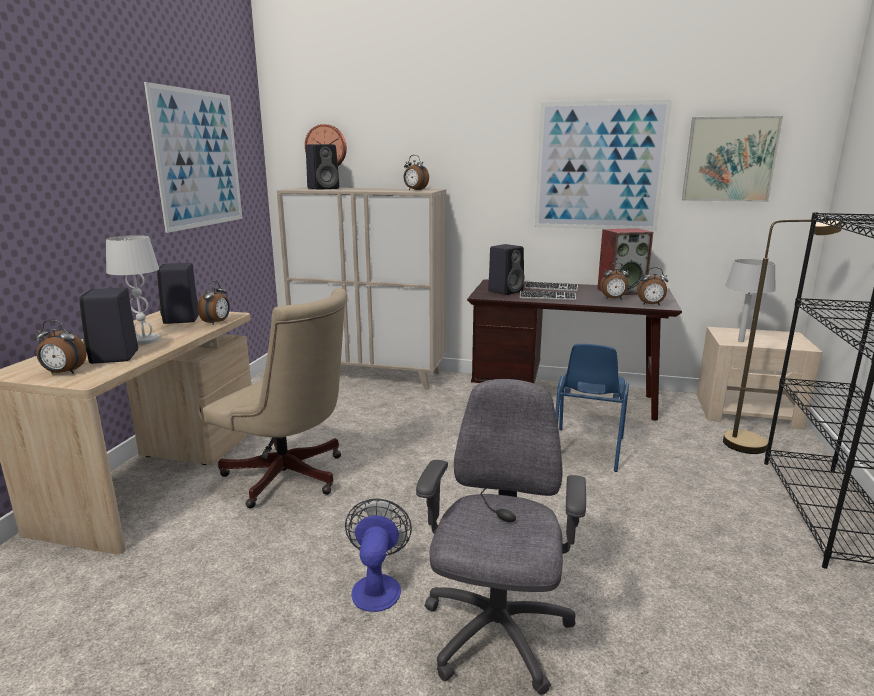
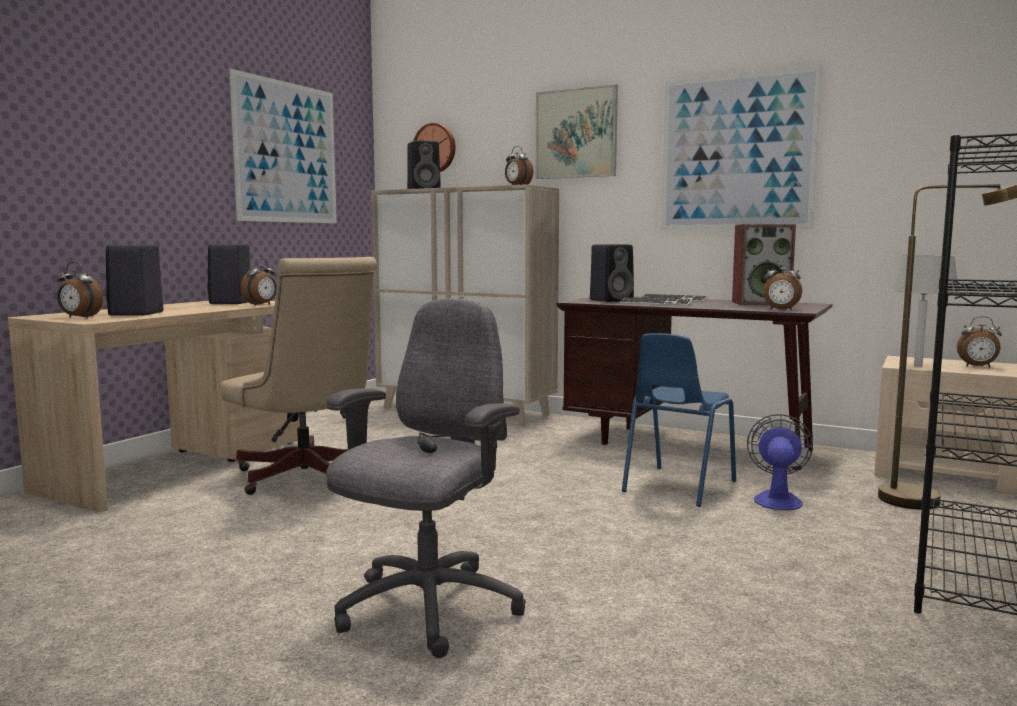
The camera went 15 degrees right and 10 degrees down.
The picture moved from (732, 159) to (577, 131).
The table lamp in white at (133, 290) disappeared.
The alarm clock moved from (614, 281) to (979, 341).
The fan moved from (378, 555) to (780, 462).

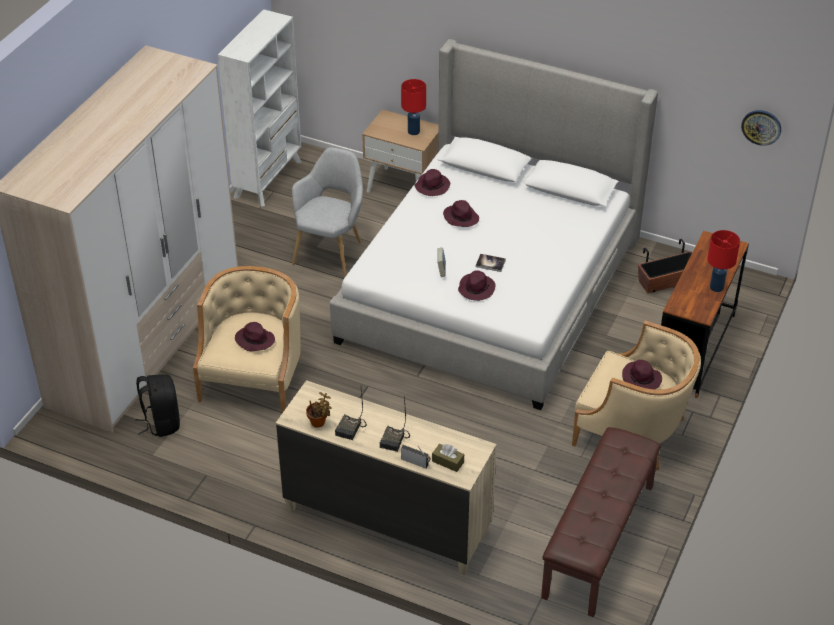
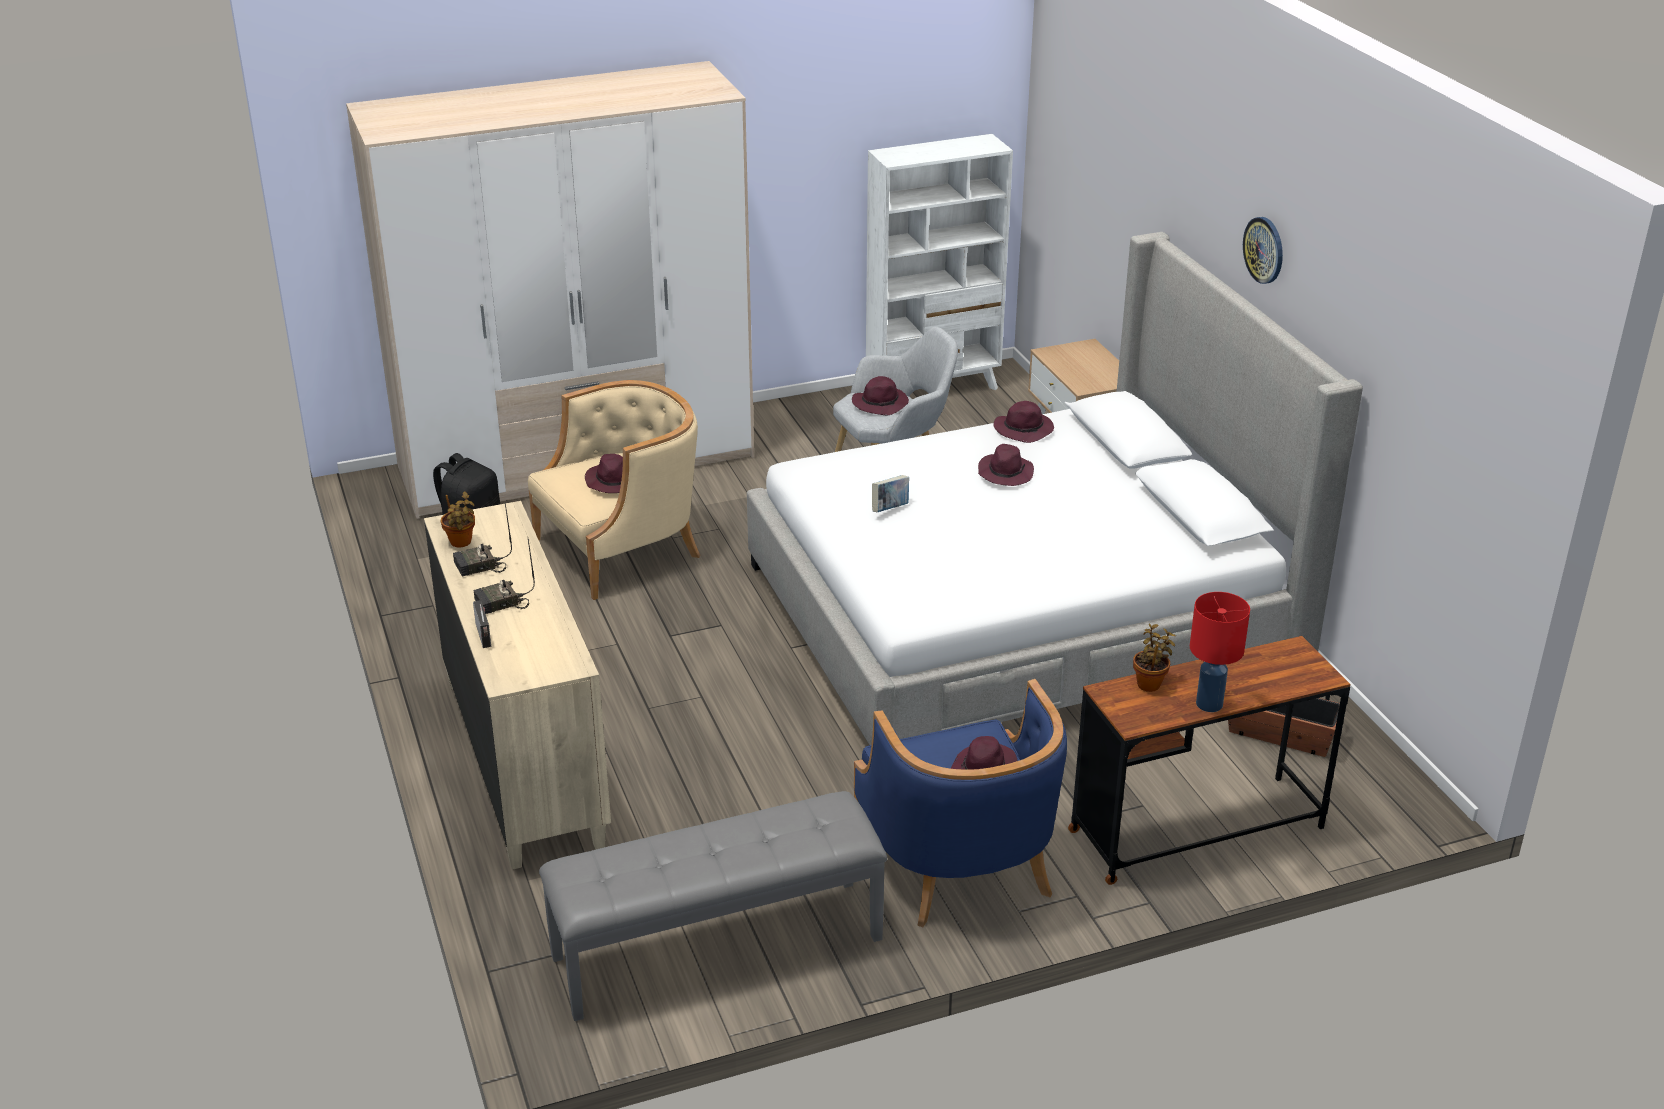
The camera went 45 degrees right and 10 degrees down.
The table lamp in red at (413, 107) disappeared.
The wall clock moved from (761, 128) to (1263, 250).
The book at (491, 263) disappeared.
The hat in purple moved from (476, 285) to (880, 395).
The armchair in beige at (636, 395) became the armchair in blue at (960, 803).
The bench in brown at (601, 522) became the bench in grey at (713, 906).
The tissue box in brown at (448, 458) disappeared.
The potted plant at (1154, 657) appeared.

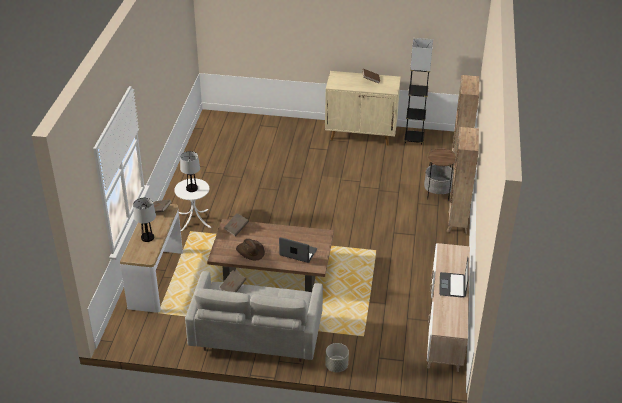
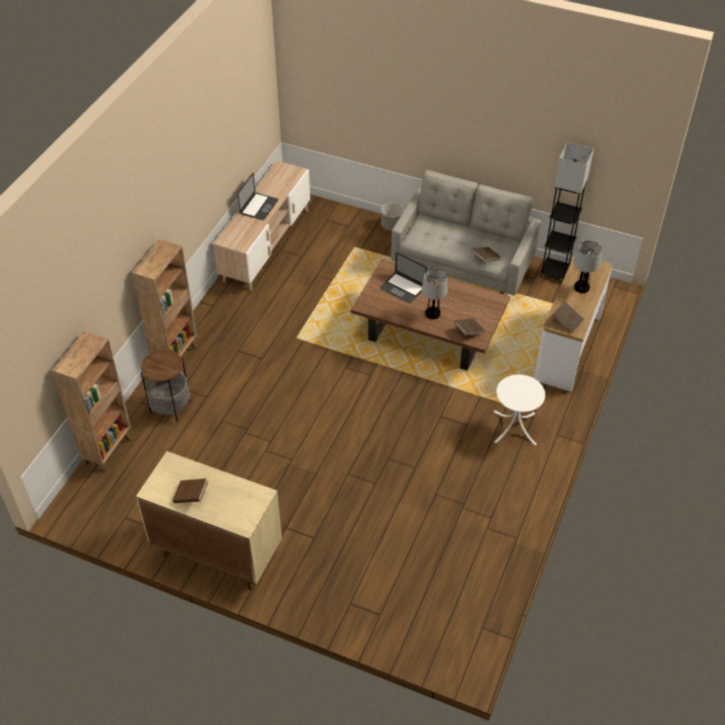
The camera went 165 degrees left and 10 degrees up.
The floor lamp in grey moved from (418, 91) to (567, 212).
The table lamp moved from (190, 171) to (435, 294).
The hat in brown at (250, 250) disappeared.

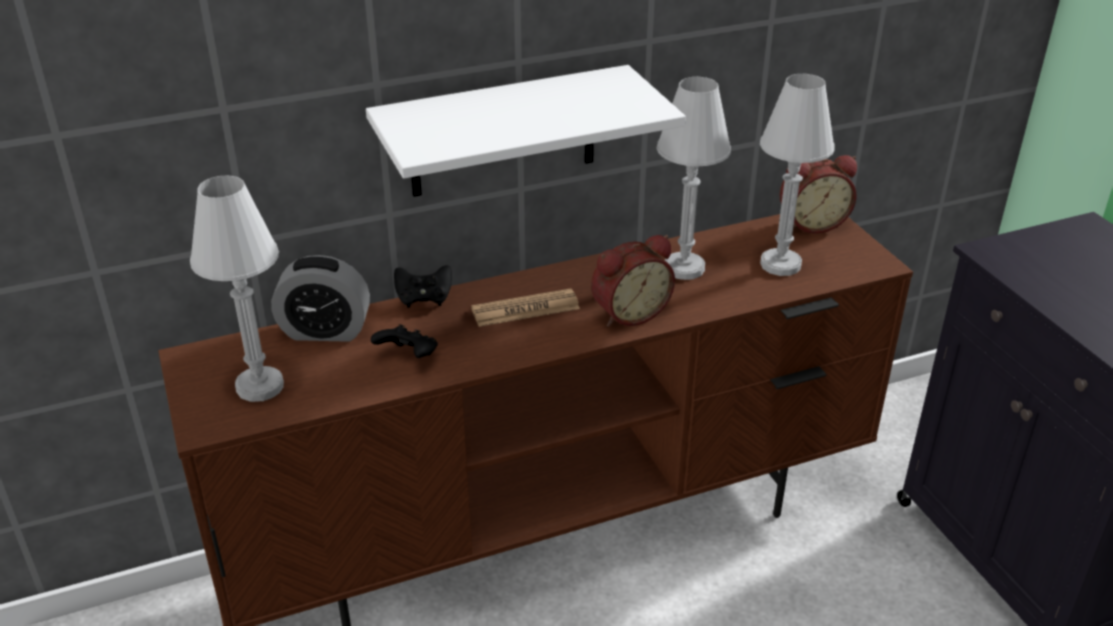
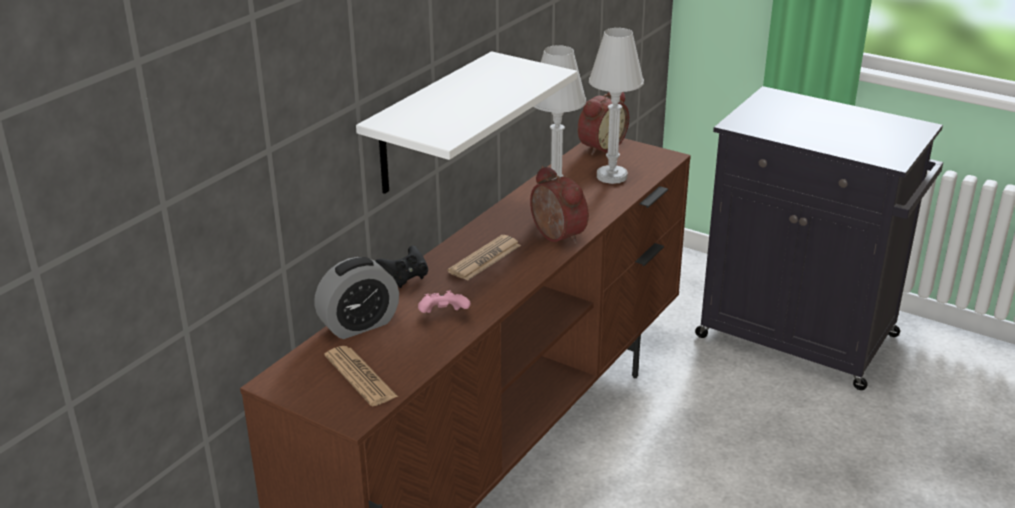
The camera went 35 degrees left and 5 degrees down.
The table lamp in white at (237, 289) was replaced by the newspaper at (361, 376).
The alarm clock at (633, 281) turned 60 degrees counterclockwise.
The game controller in black at (404, 341) became the game controller in pink at (444, 302).

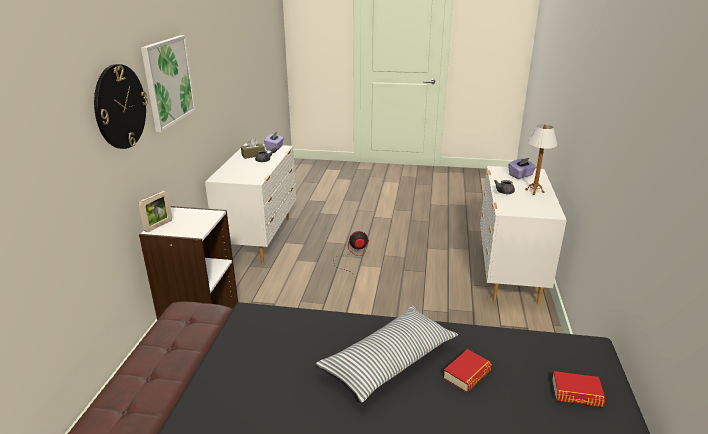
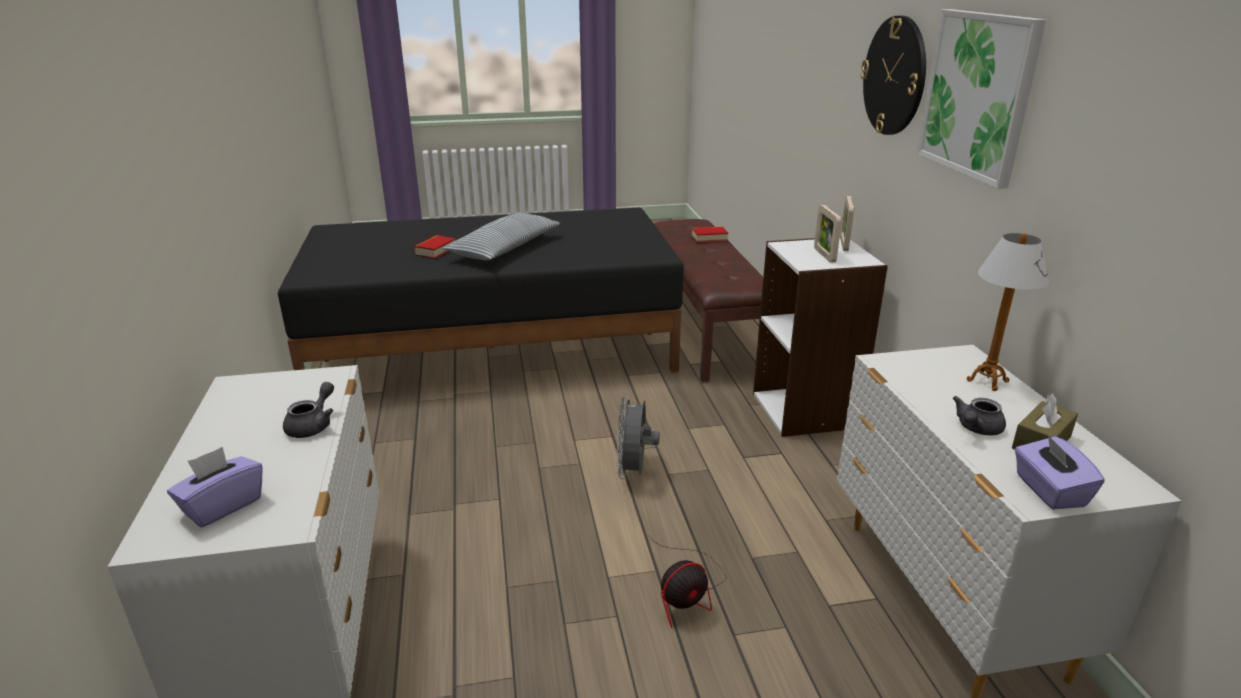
The camera went 160 degrees right and 0 degrees up.
The table lamp moved from (541, 159) to (1008, 312).
The book moved from (578, 389) to (710, 235).
The picture frame at (828, 234) appeared.
The fan in grey at (638, 436) appeared.

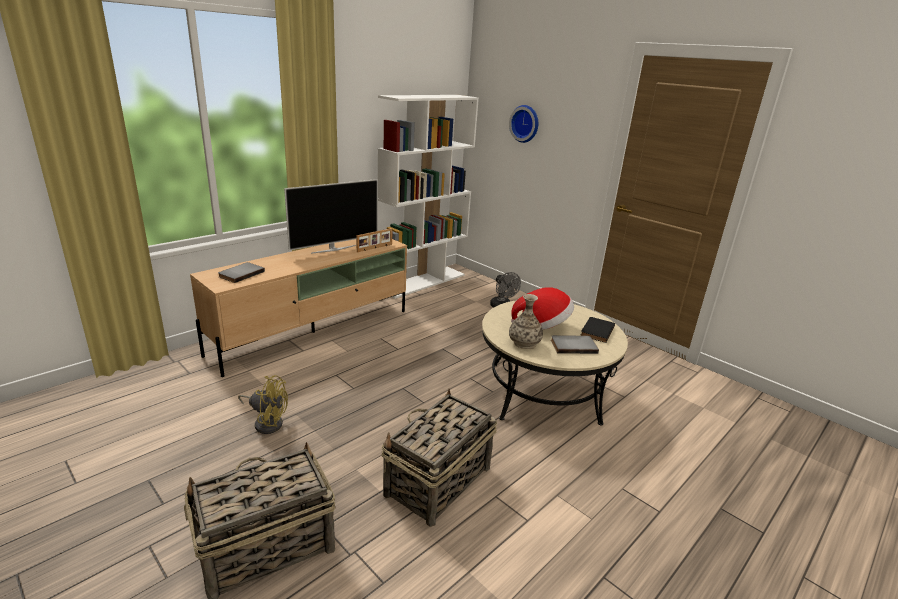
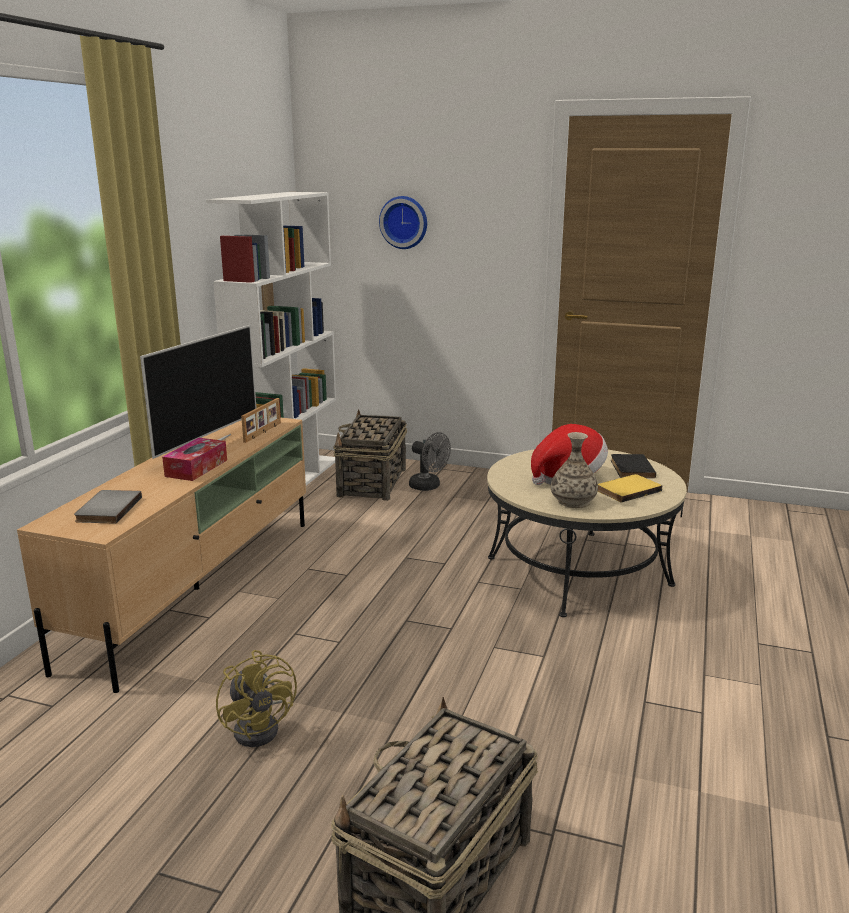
The camera went 25 degrees left and 5 degrees down.
The book in grey at (575, 344) became the book in yellow at (630, 488).
The fan in yellow at (263, 404) turned 75 degrees clockwise.
The basket moved from (439, 458) to (370, 455).
The tissue box at (194, 459) appeared.

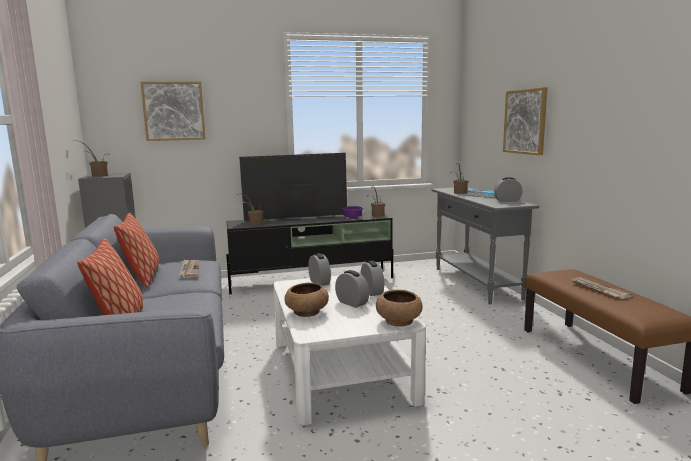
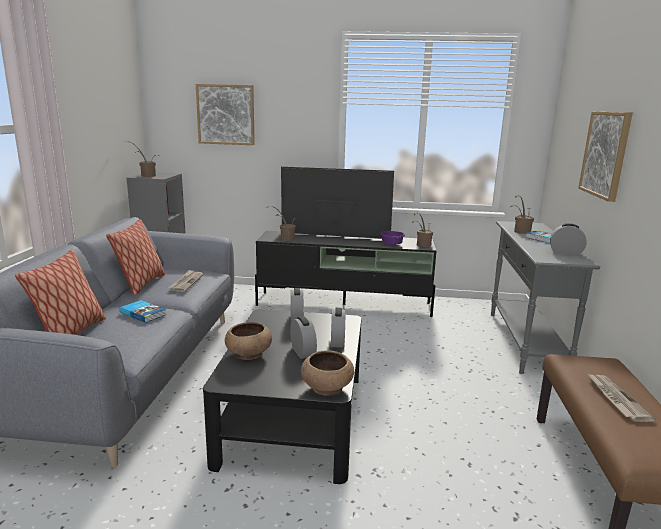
The camera went 20 degrees right and 5 degrees up.
The coffee table in white at (349, 349) became the coffee table in black at (282, 396).
The book at (143, 311) appeared.

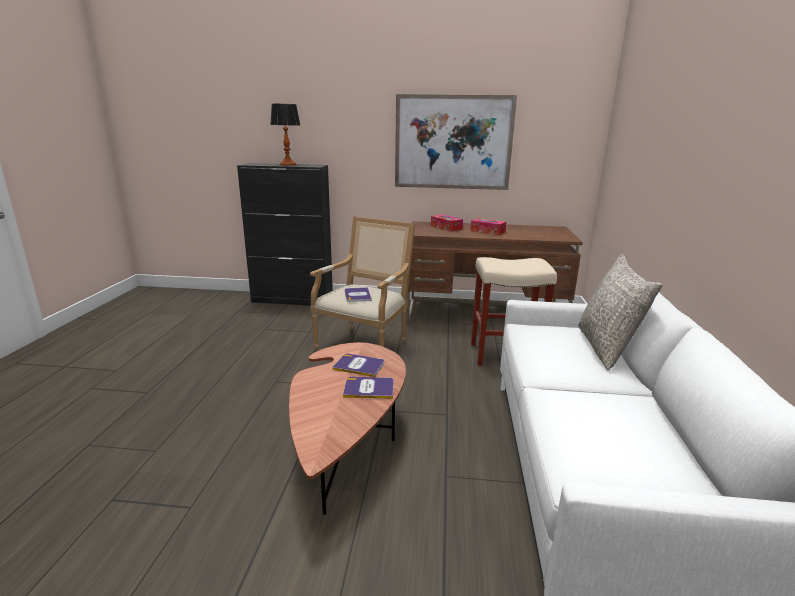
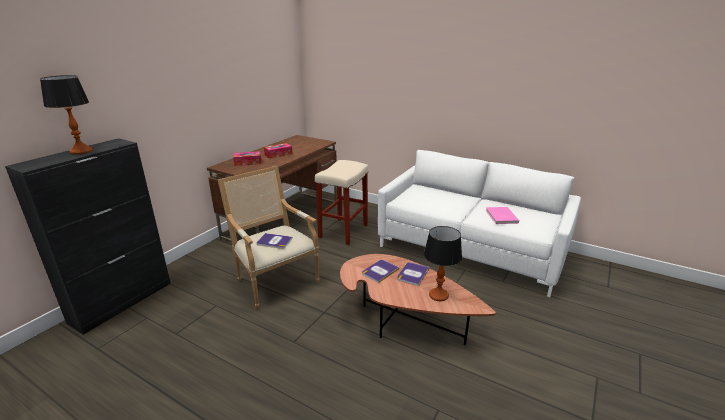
The camera went 65 degrees left and 5 degrees up.
The picture at (456, 142) disappeared.
The pillow in grey at (620, 312) disappeared.
The book in pink at (502, 215) appeared.
The table lamp at (443, 263) appeared.

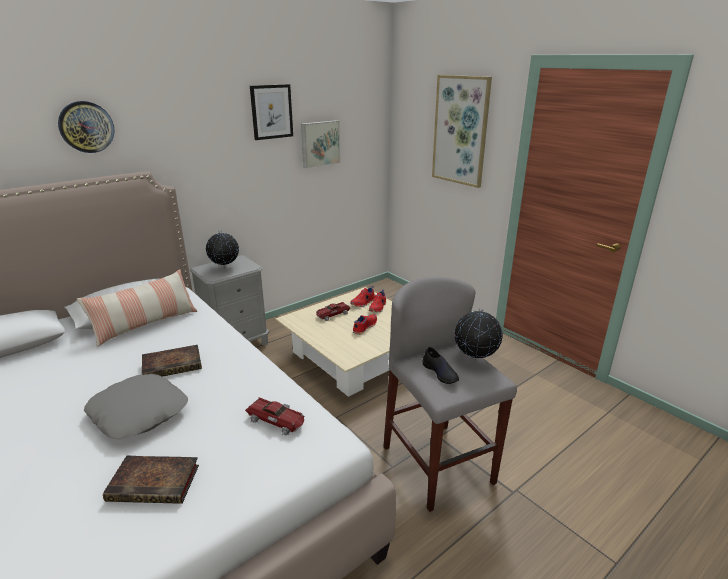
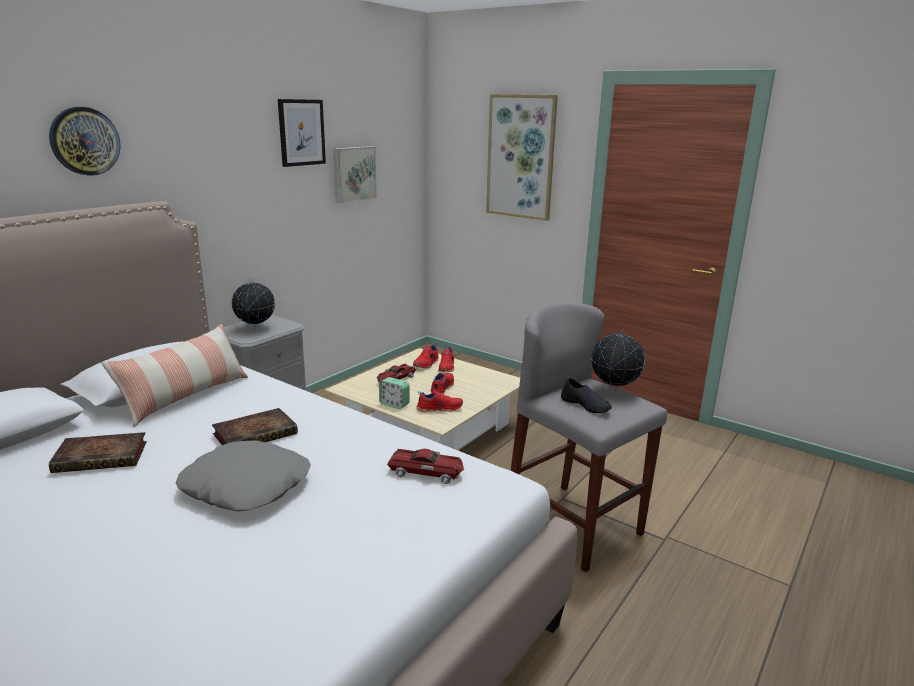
The camera went 15 degrees left and 5 degrees down.
The book moved from (151, 480) to (98, 452).
The alarm clock at (394, 393) appeared.
The shoe in red at (440, 401) appeared.

